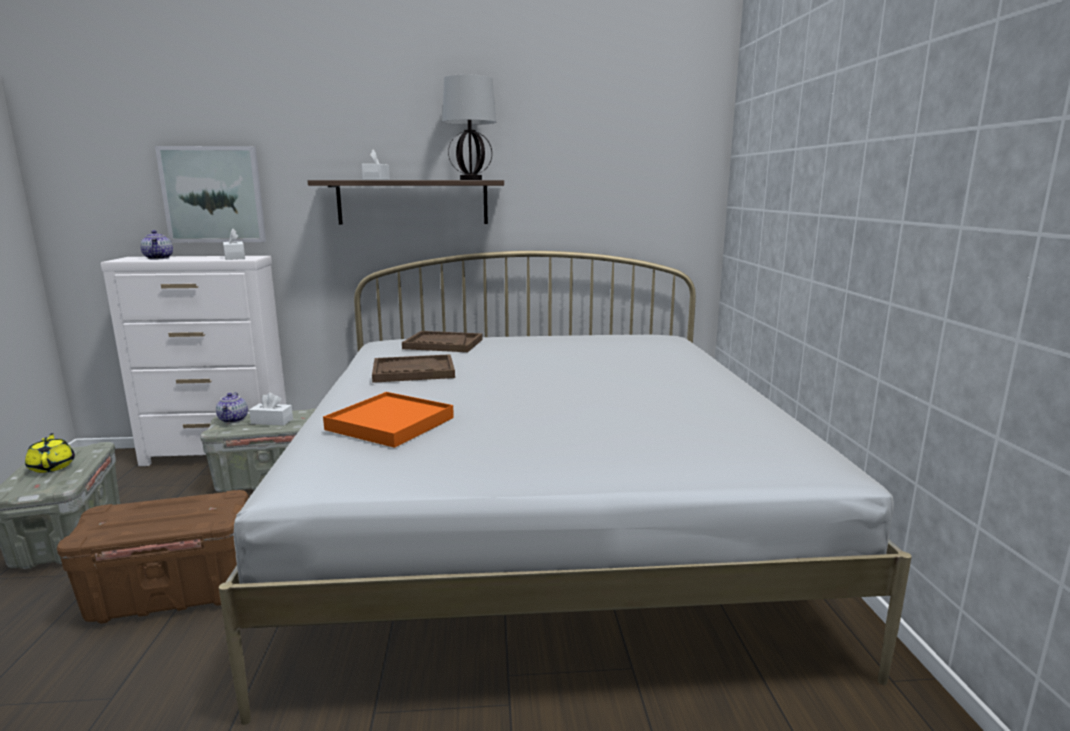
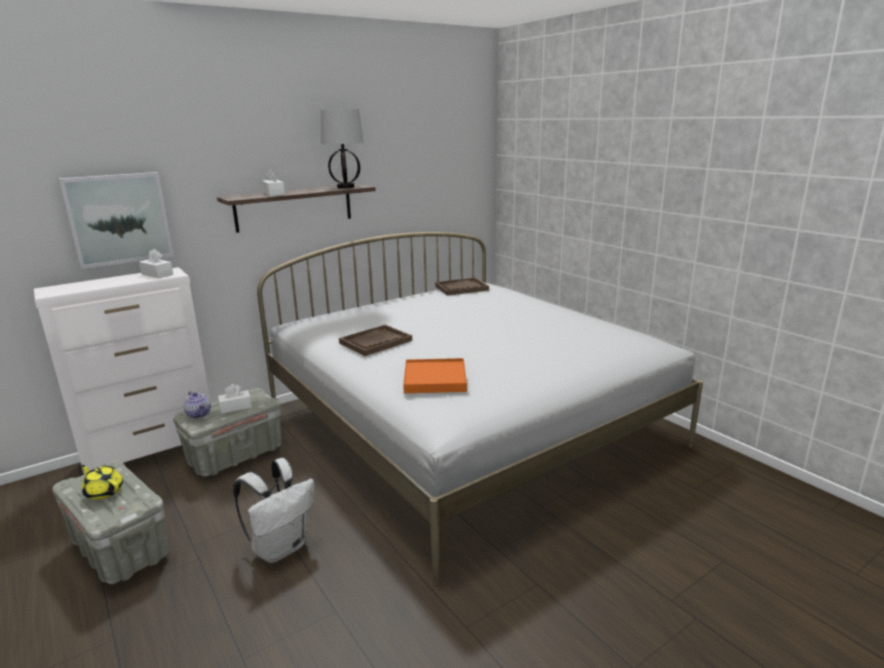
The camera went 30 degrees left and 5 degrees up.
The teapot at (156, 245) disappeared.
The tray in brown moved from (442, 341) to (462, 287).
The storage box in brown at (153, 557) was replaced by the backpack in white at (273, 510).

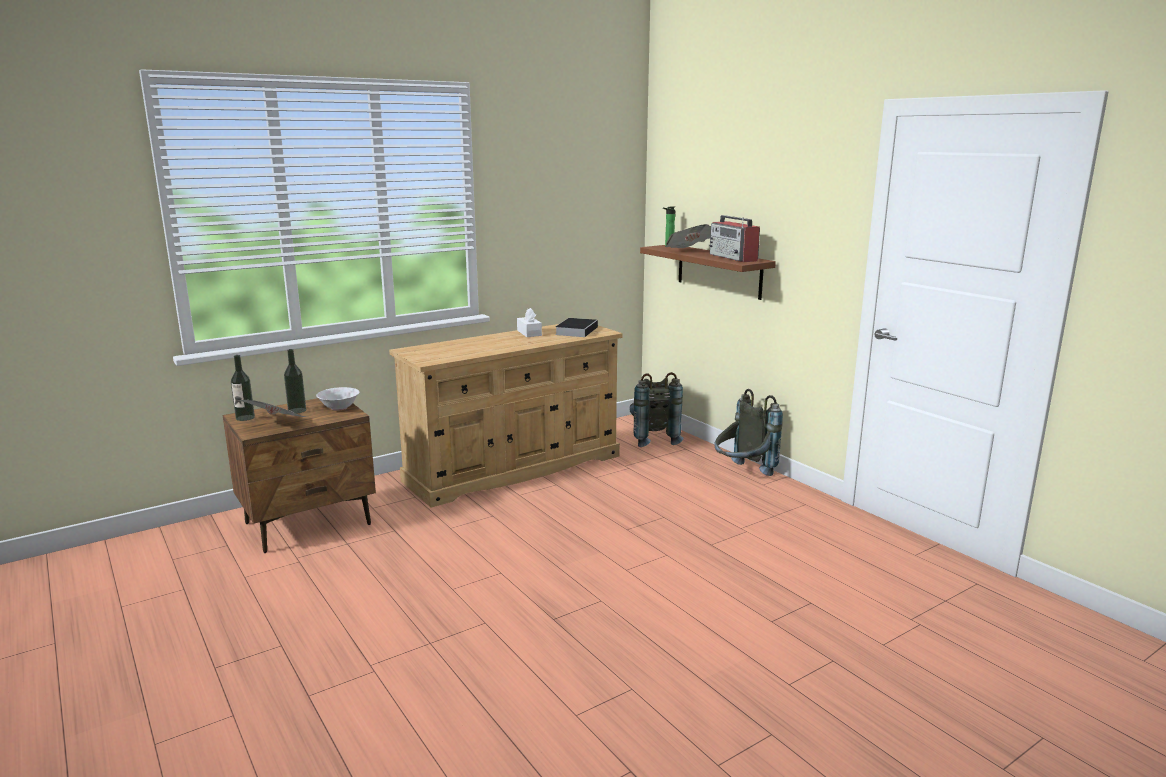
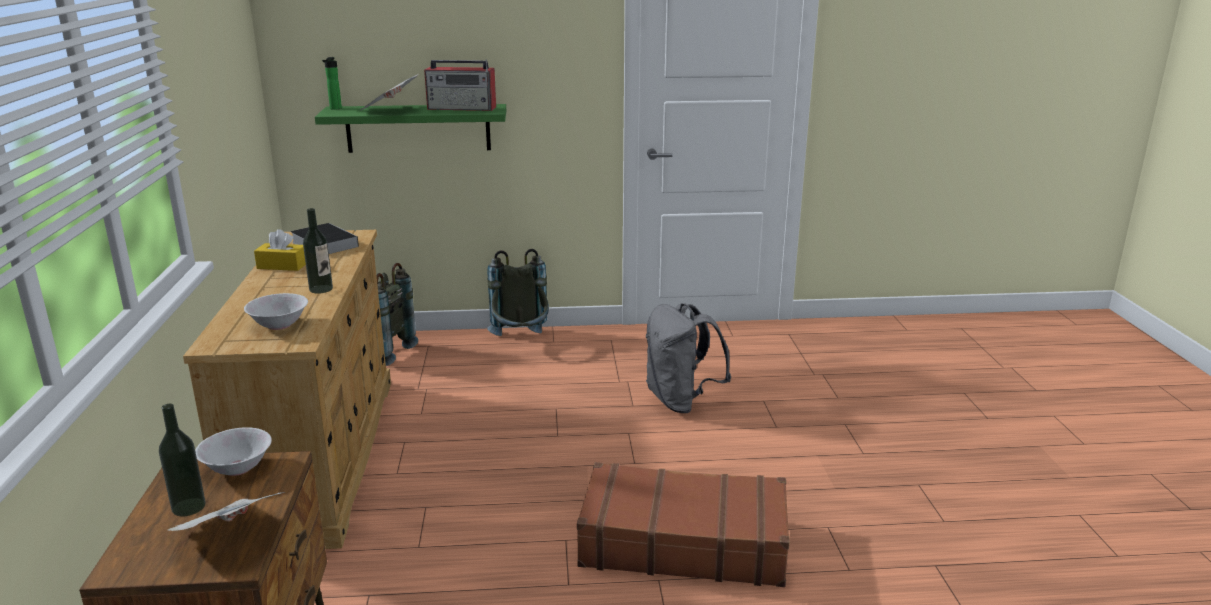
The camera went 60 degrees left and 5 degrees up.
The shelf in brown at (708, 272) became the shelf in green at (410, 128).
The tissue box in white at (529, 322) became the tissue box in yellow at (280, 250).
The bottle moved from (243, 388) to (318, 251).
The bowl in white at (276, 311) appeared.
The backpack in grey at (688, 358) appeared.
The suitcase in brown at (683, 524) appeared.

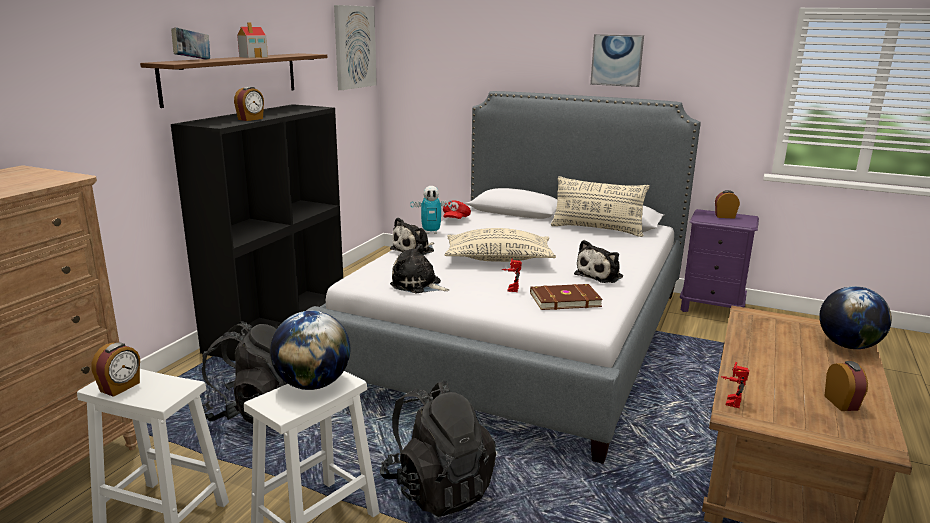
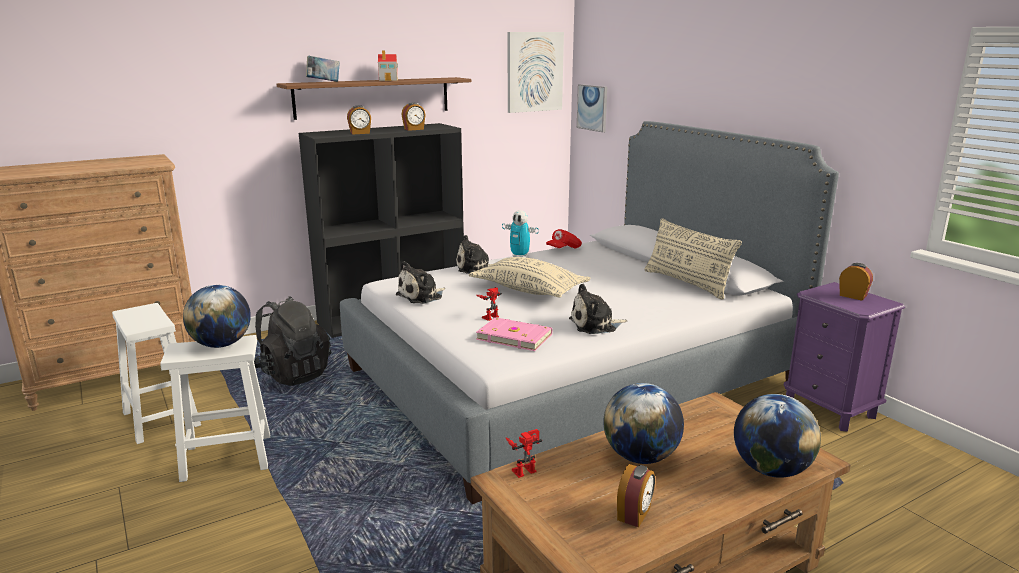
The camera went 35 degrees right and 0 degrees up.
The picture moved from (617, 60) to (592, 108).
The plush toy at (420, 268) turned 105 degrees counterclockwise.
The book in brown at (566, 297) became the book in pink at (514, 334).
The alarm clock moved from (115, 370) to (413, 117).
The backpack in black at (438, 448) disappeared.
The globe at (643, 423) appeared.

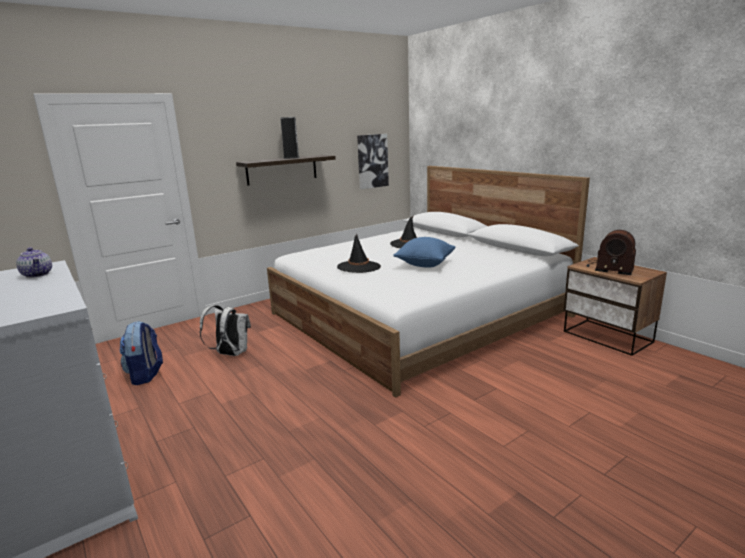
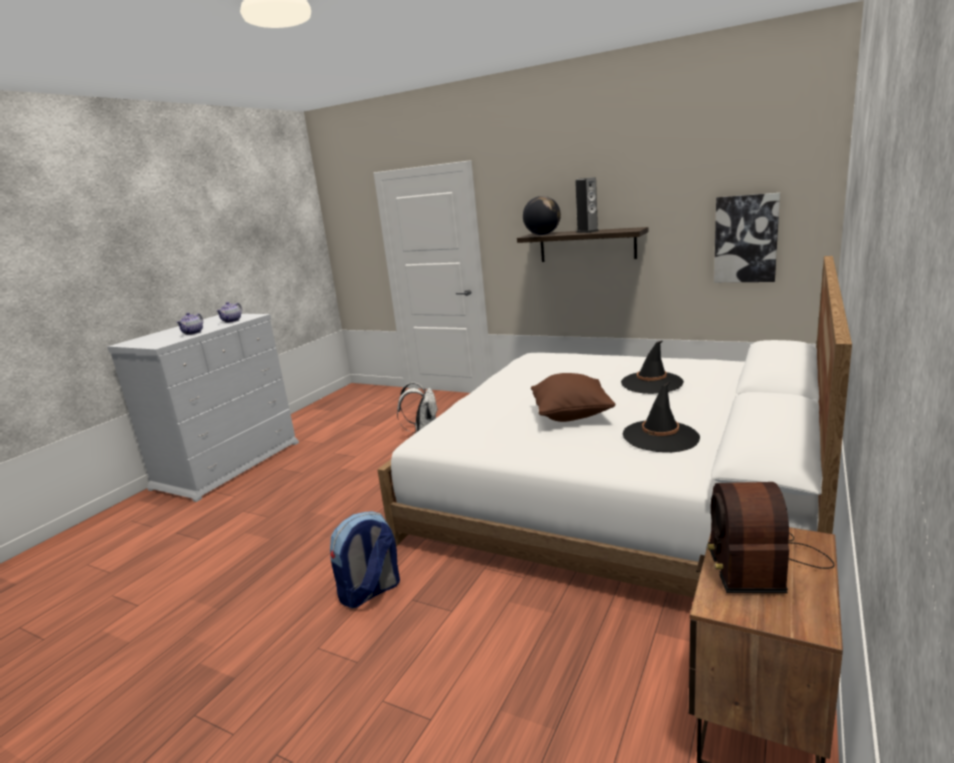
The camera went 65 degrees right and 0 degrees up.
The hat in black moved from (359, 253) to (661, 416).
The pillow in blue at (424, 252) became the pillow in brown at (573, 397).
The backpack moved from (141, 353) to (365, 559).
The globe at (542, 215) appeared.
The teapot at (189, 324) appeared.

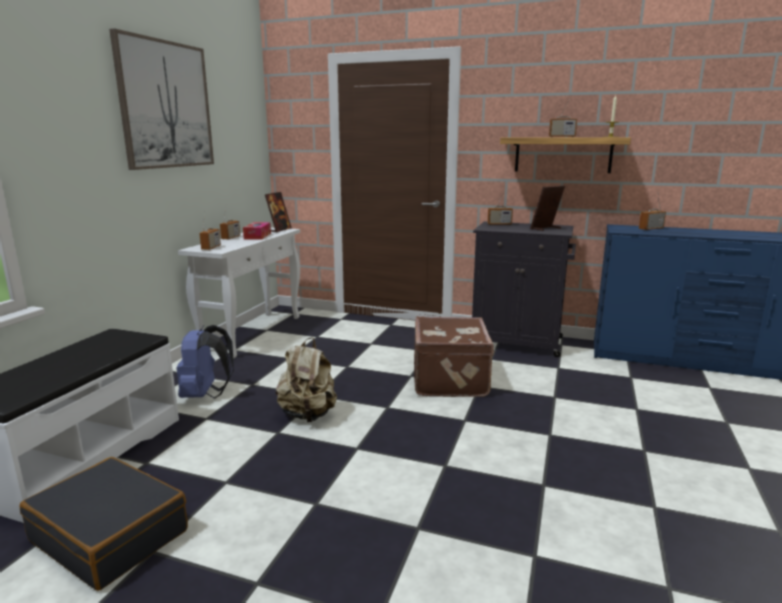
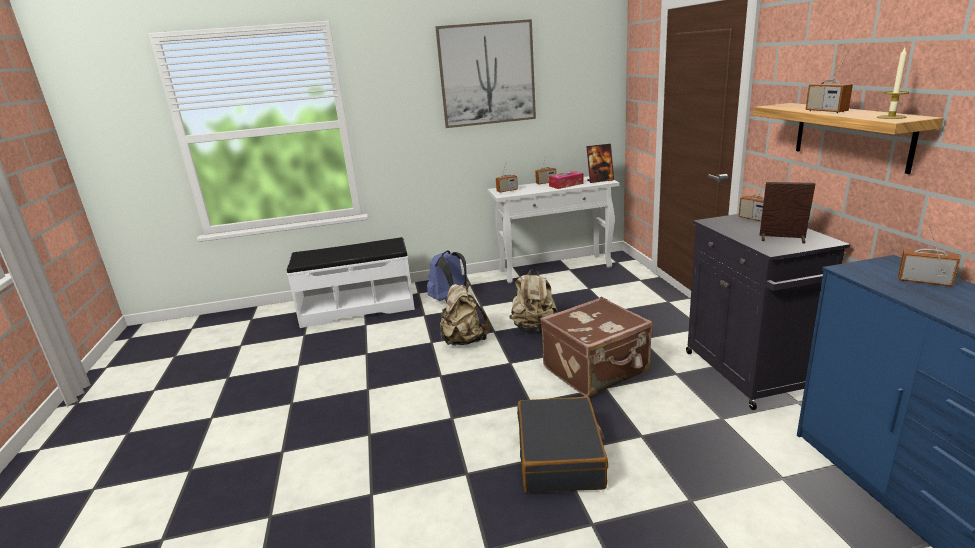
The camera went 60 degrees right and 5 degrees up.
The suitcase in black moved from (104, 524) to (562, 444).
The backpack in beige at (533, 300) appeared.

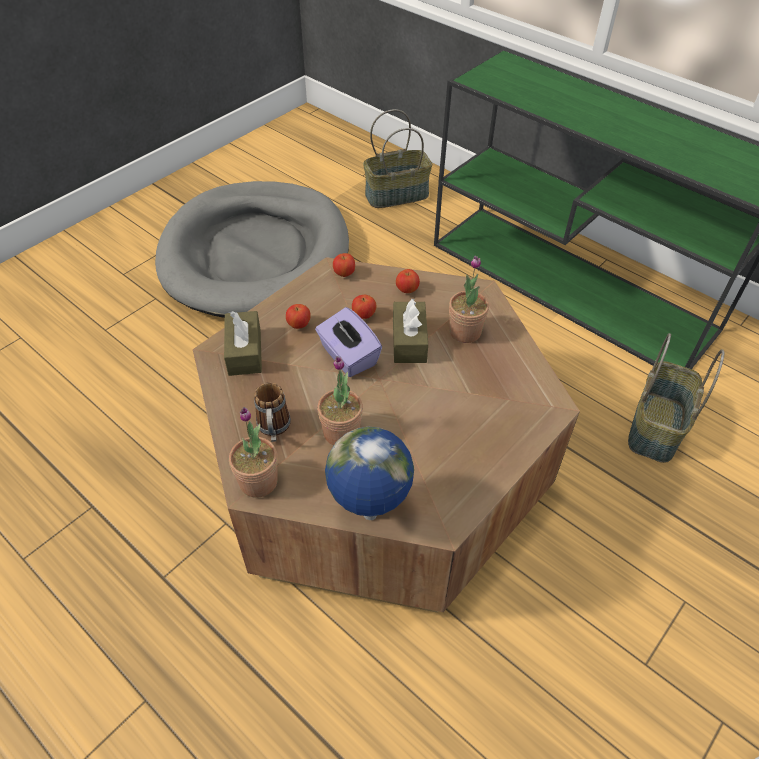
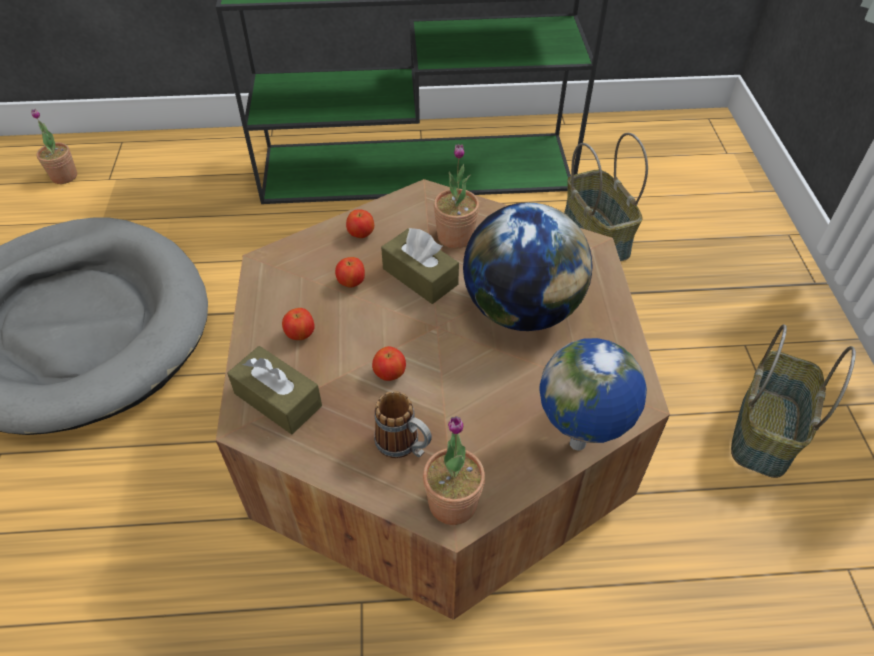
The camera went 45 degrees left and 0 degrees up.
The basket moved from (397, 158) to (793, 401).
The apple moved from (344, 265) to (389, 363).
The tissue box in purple at (348, 342) disappeared.
The potted plant moved from (340, 401) to (54, 146).
The globe at (528, 266) appeared.

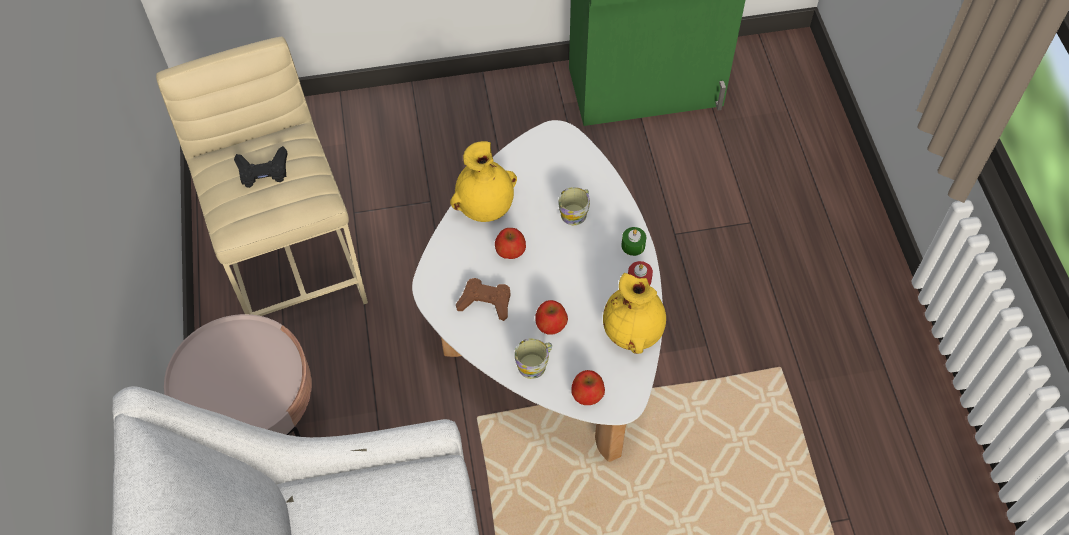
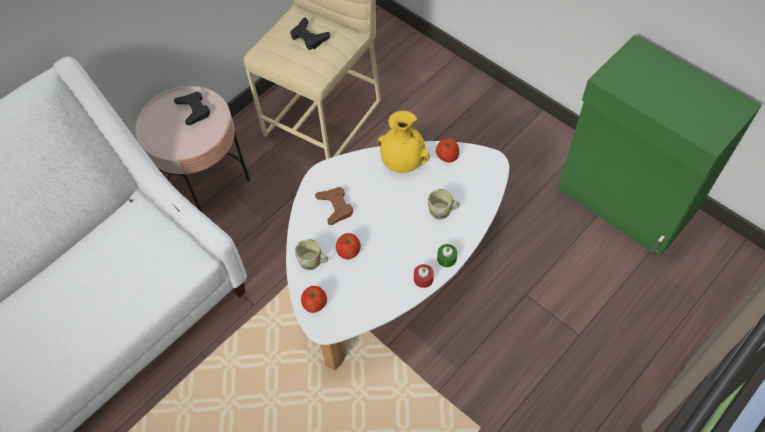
The camera went 55 degrees right and 0 degrees up.
The apple moved from (510, 243) to (447, 150).
The vase in yellow at (634, 313) disappeared.
The game controller in black at (192, 108) appeared.

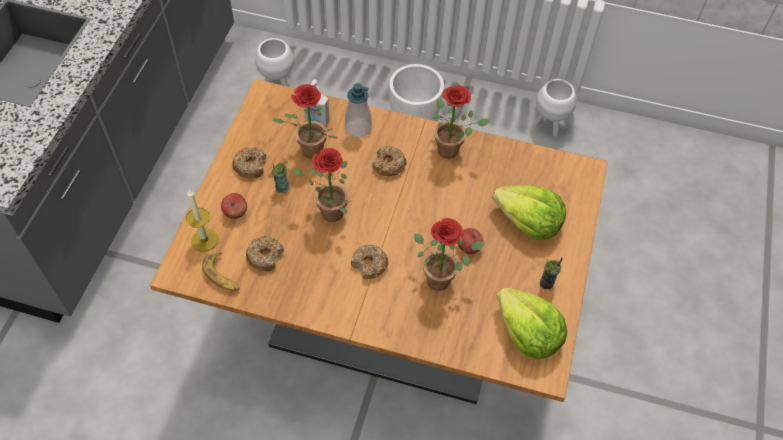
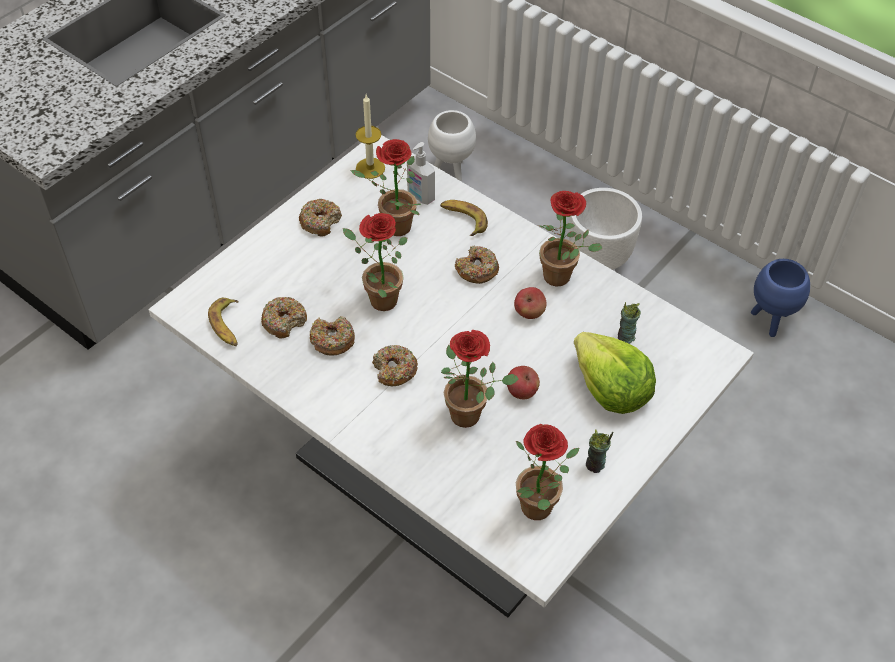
The camera went 25 degrees right and 5 degrees down.
The dining table in brown at (379, 241) became the dining table in white at (451, 376).
The planter in white at (555, 108) became the planter in blue at (780, 298).
The soap dispenser at (358, 110) was replaced by the banana at (464, 218).
The cup moved from (281, 177) to (629, 323).
The candle moved from (202, 221) to (370, 137).
The apple moved from (234, 206) to (530, 303).
The lettuce at (532, 323) was replaced by the potted plant at (547, 472).
The donut at (332, 336) appeared.

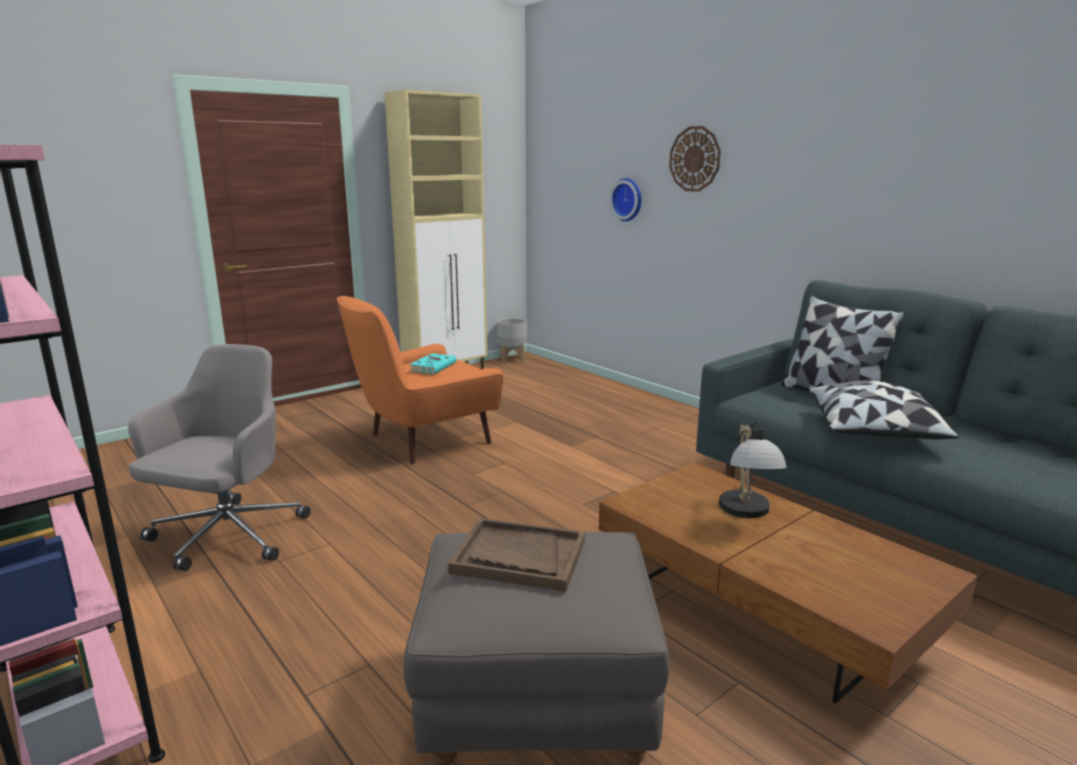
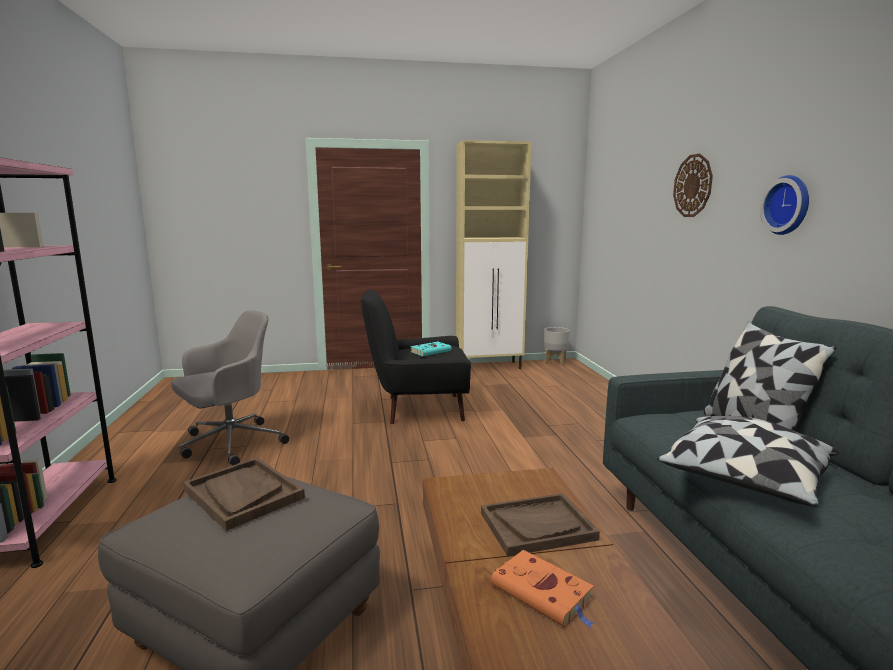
The camera went 30 degrees right and 5 degrees down.
The wall clock moved from (625, 199) to (784, 205).
The armchair in orange at (420, 380) became the armchair in black at (416, 356).
The table lamp at (752, 469) was replaced by the tray in brown at (540, 525).
The book in orange at (543, 588) appeared.

